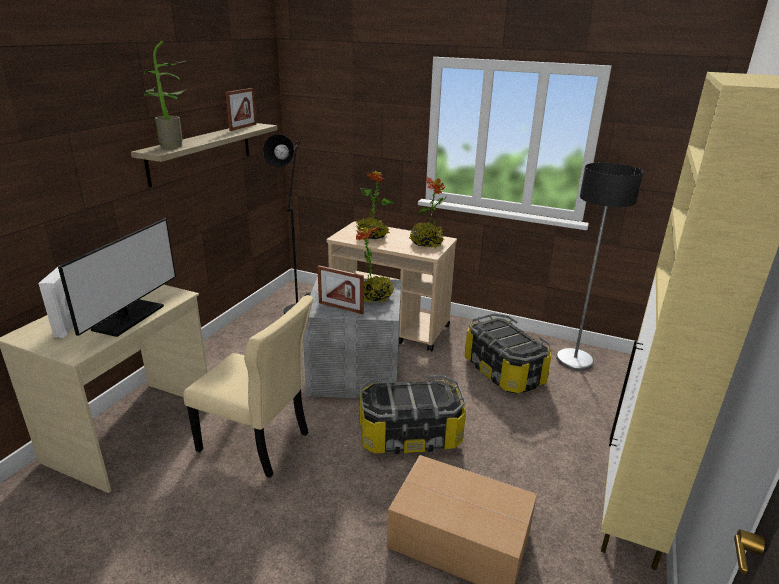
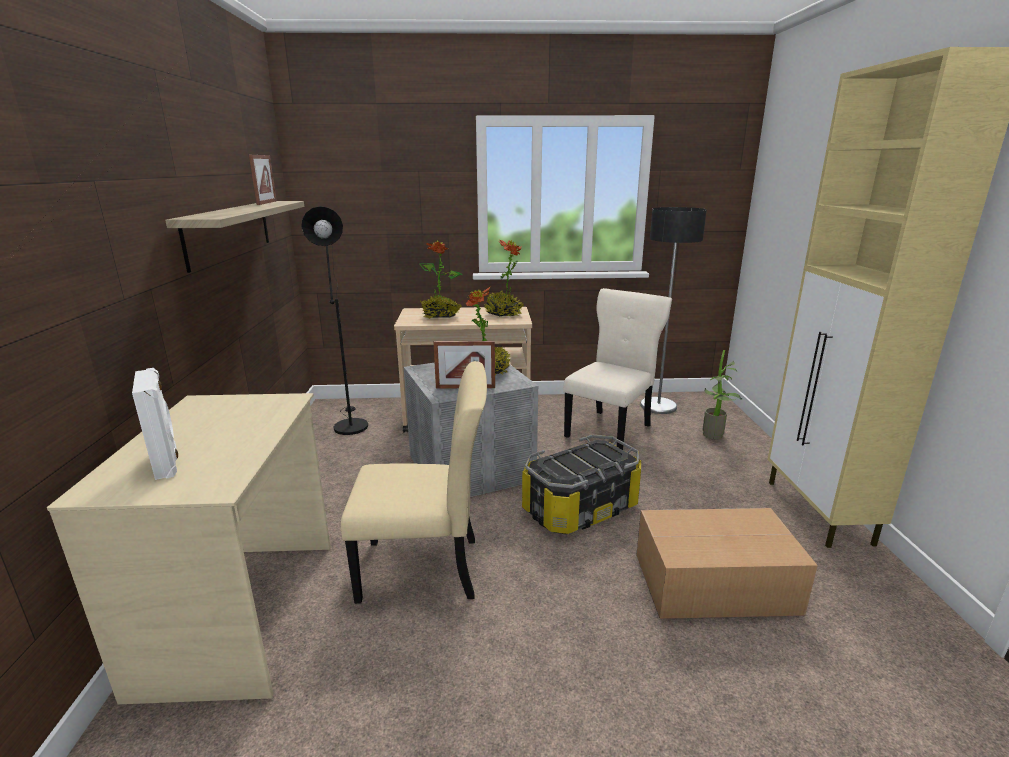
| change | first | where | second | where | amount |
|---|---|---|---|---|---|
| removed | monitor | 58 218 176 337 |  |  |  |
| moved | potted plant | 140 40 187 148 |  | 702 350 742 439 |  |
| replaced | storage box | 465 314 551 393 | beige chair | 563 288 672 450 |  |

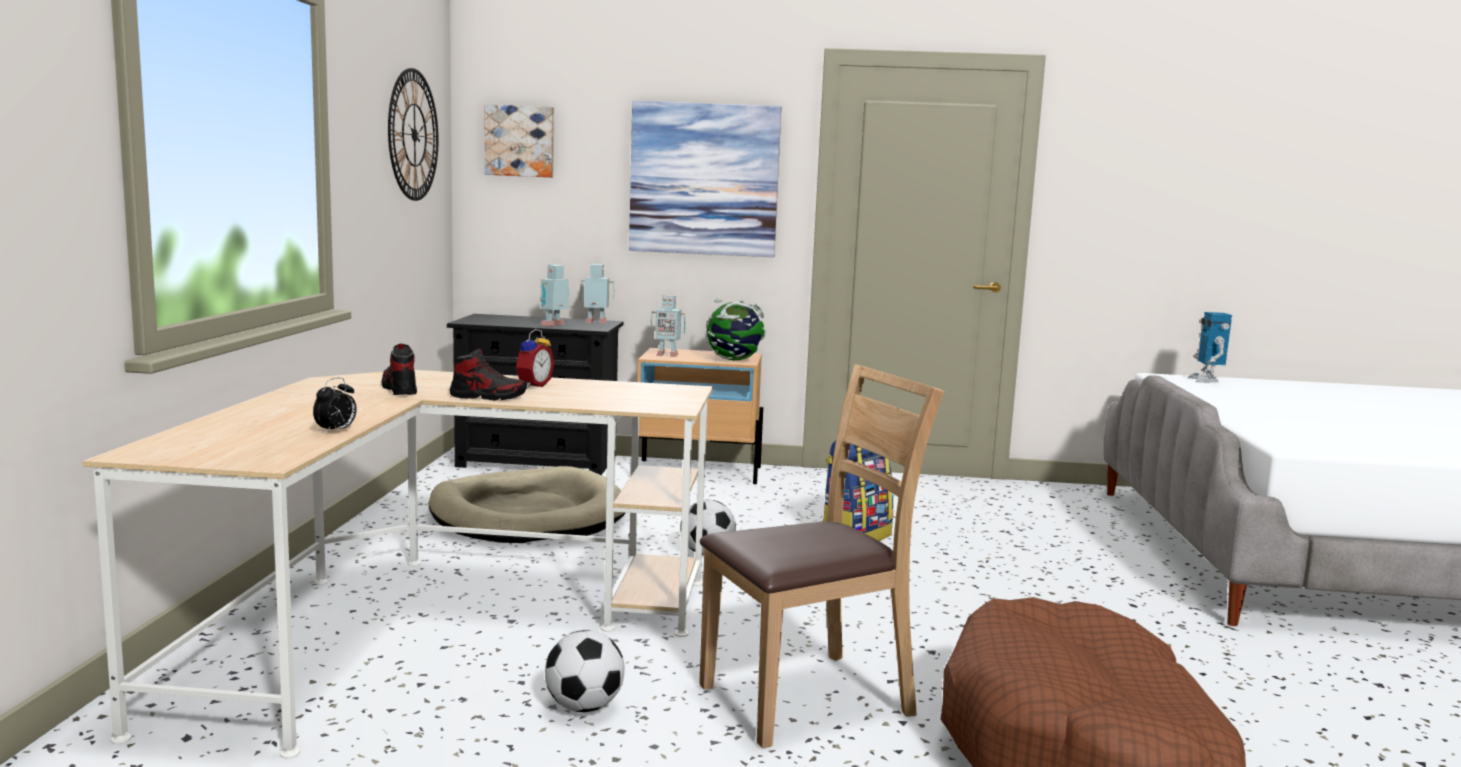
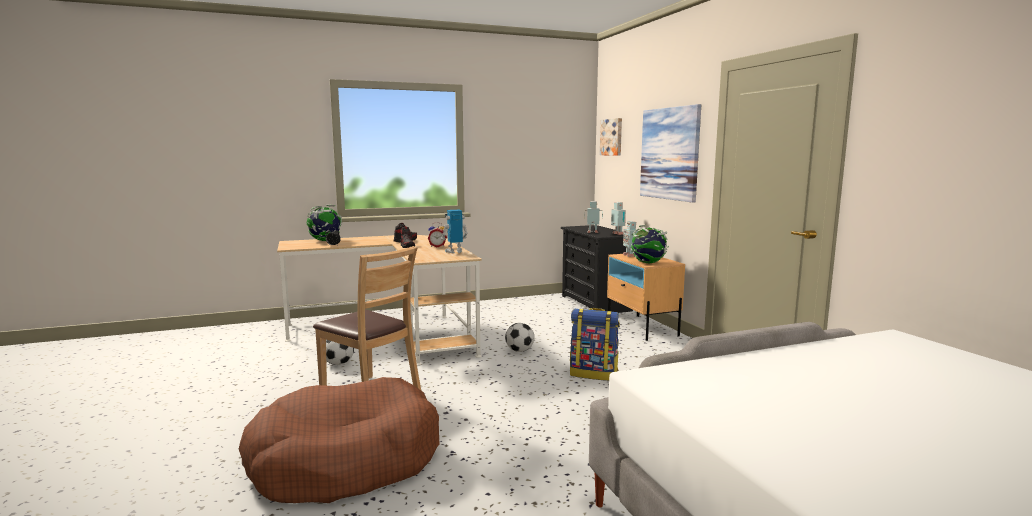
| change | first | where | second | where | amount |
|---|---|---|---|---|---|
| removed | wall clock | 388 68 439 201 |  |  |  |
| removed | beige dog bed | 429 466 626 543 |  |  |  |
| moved | toy robot | 1187 312 1232 383 |  | 441 210 468 254 |  |
| added |  |  | globe | 307 205 342 241 |  |

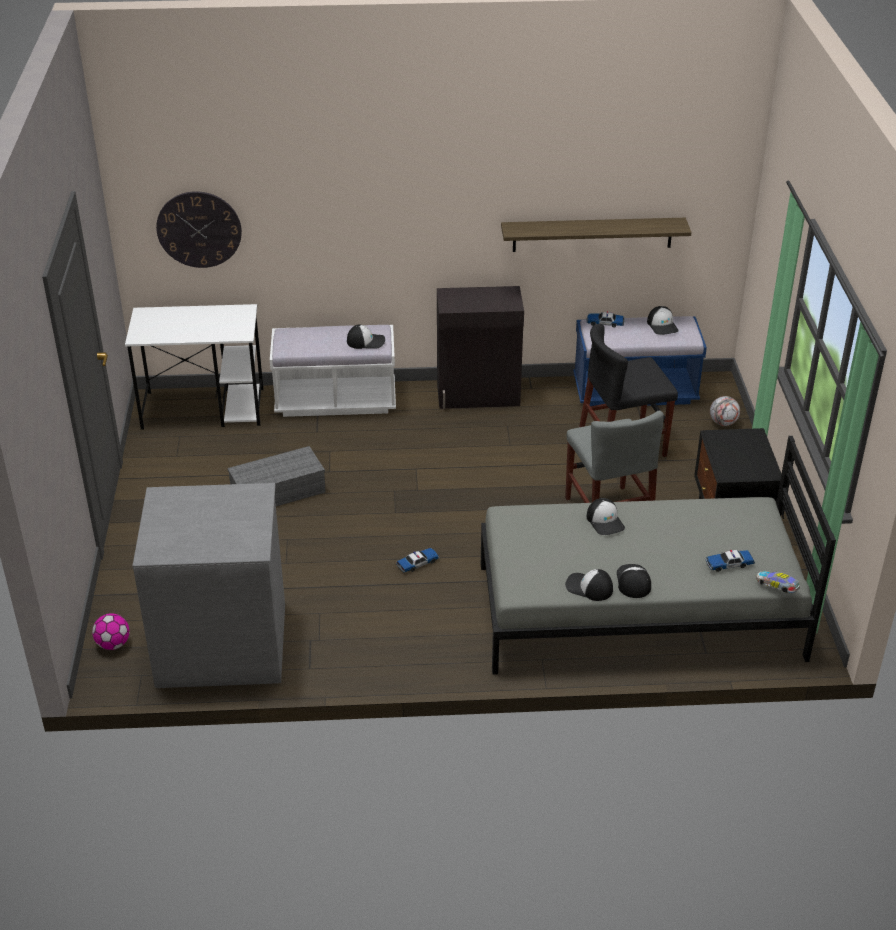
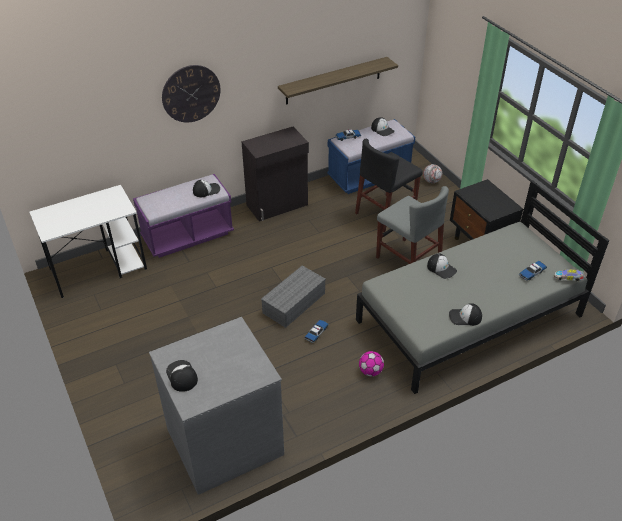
| change | first | where | second | where | amount |
|---|---|---|---|---|---|
| moved | football | 92 613 130 650 |  | 359 351 384 376 |  |
| moved | wall clock | 156 191 242 268 |  | 162 65 221 122 |  |
| moved | grey storage box | 228 446 326 506 |  | 261 266 326 328 |  |
| recoloured | white bench | 270 325 396 417 | purple bench | 133 174 234 258 |  |
| moved | cap | 617 564 651 598 |  | 166 360 198 392 |  |

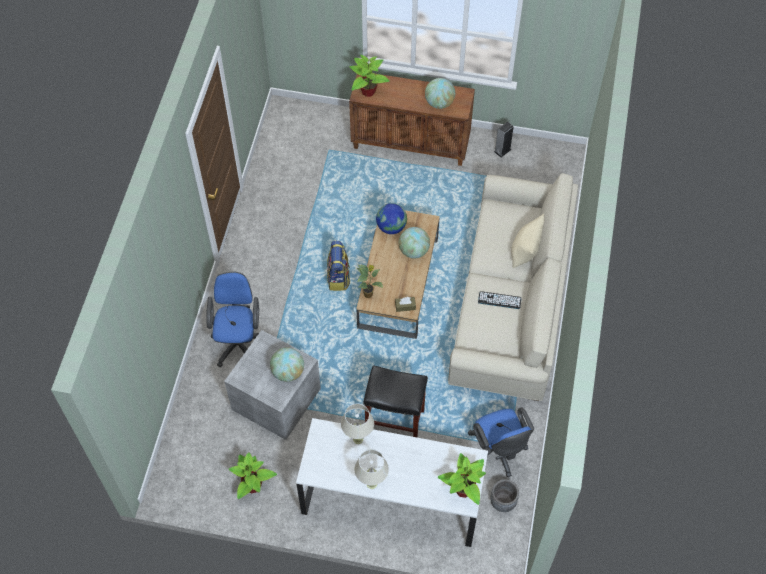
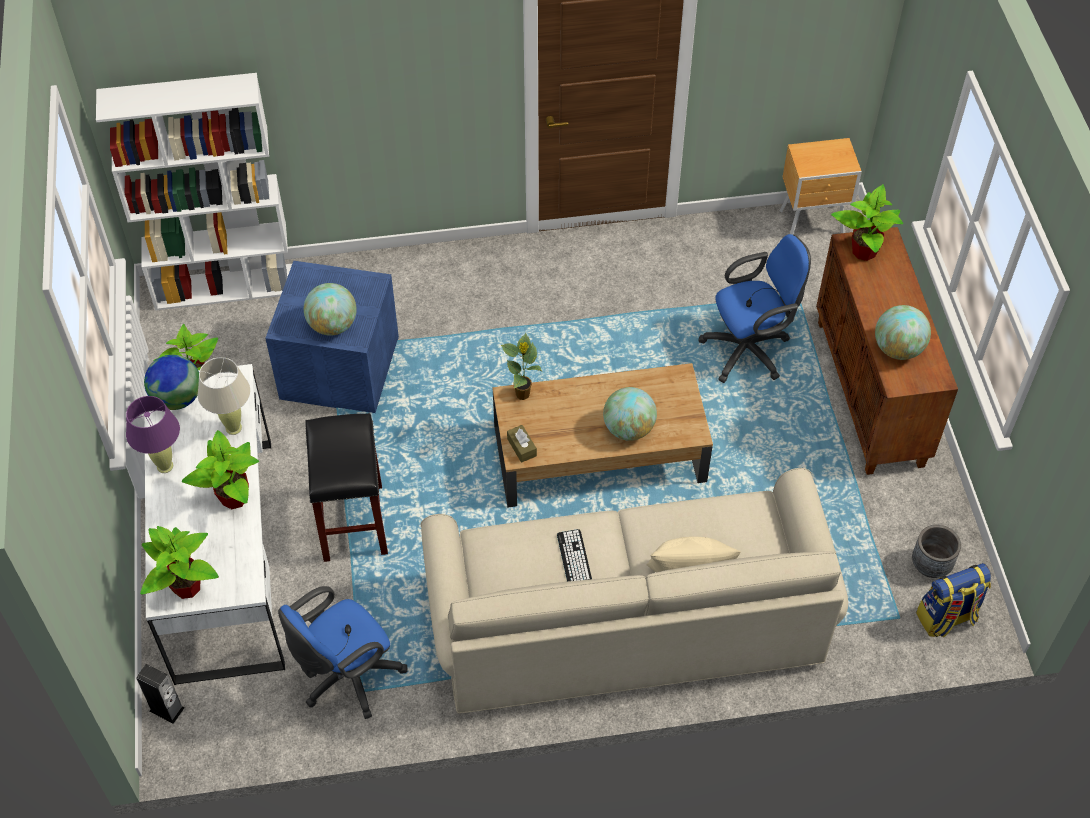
| change | first | where | second | where | amount |
|---|---|---|---|---|---|
| moved | blue office chair | 206 272 259 367 |  | 698 234 811 383 |  |
| recoloured | grey storage box | 224 330 321 440 | blue storage box | 265 261 399 413 |  |
| moved | backpack | 327 241 350 291 |  | 916 563 991 637 |  |
| recoloured | beige table lamp | 354 449 389 489 | purple table lamp | 126 396 180 473 |  |
| moved | globe | 376 203 407 234 |  | 144 355 199 410 |  |
| moved | grey planter | 490 479 519 512 |  | 912 525 961 578 |  |
| moved | speaker | 494 122 514 158 |  | 136 664 185 724 |  |
| added |  |  | white bookcase | 96 73 292 311 |  |
| added |  |  | potted plant | 182 430 259 509 |  |
| added |  |  | brown nightstand | 780 138 862 235 |  |

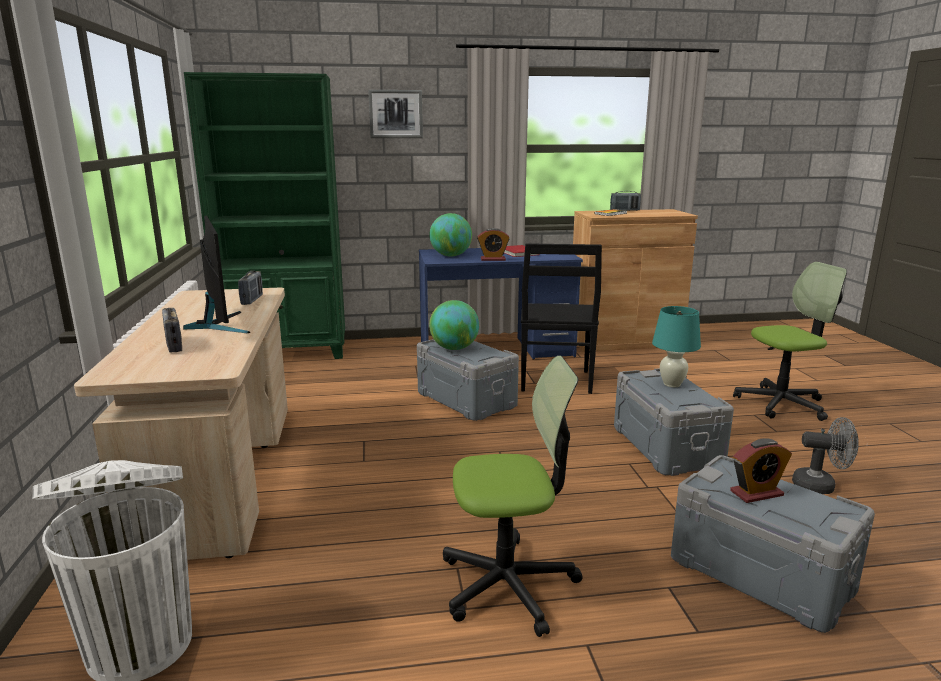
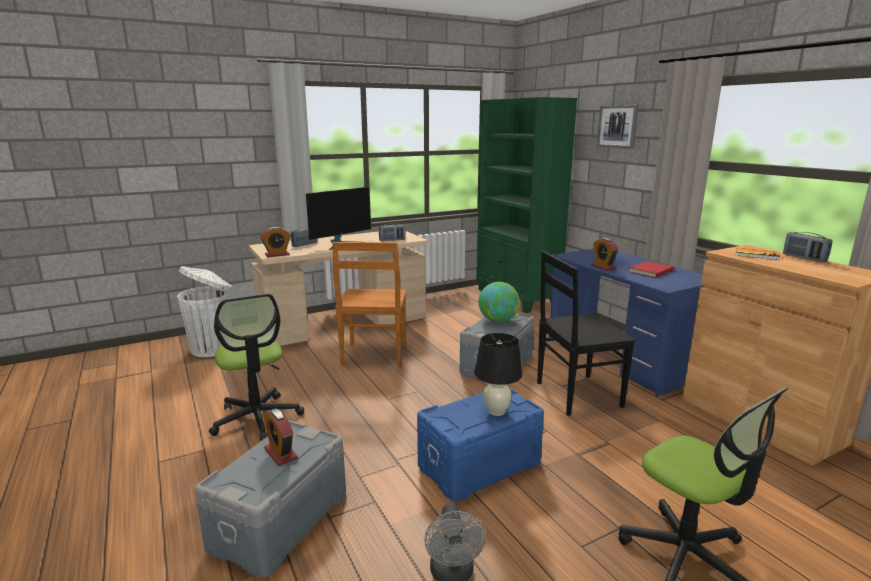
| change | first | where | second | where | amount |
|---|---|---|---|---|---|
| removed | globe | 429 213 472 257 |  |  |  |
| recoloured | grey storage box | 614 368 734 476 | blue storage box | 417 388 544 501 |  |
| recoloured | turquoise table lamp | 652 306 701 387 | black table lamp | 475 333 522 416 |  |
| added |  |  | alarm clock | 260 227 291 257 |  |
| added |  |  | brown chair | 332 242 406 367 |  |

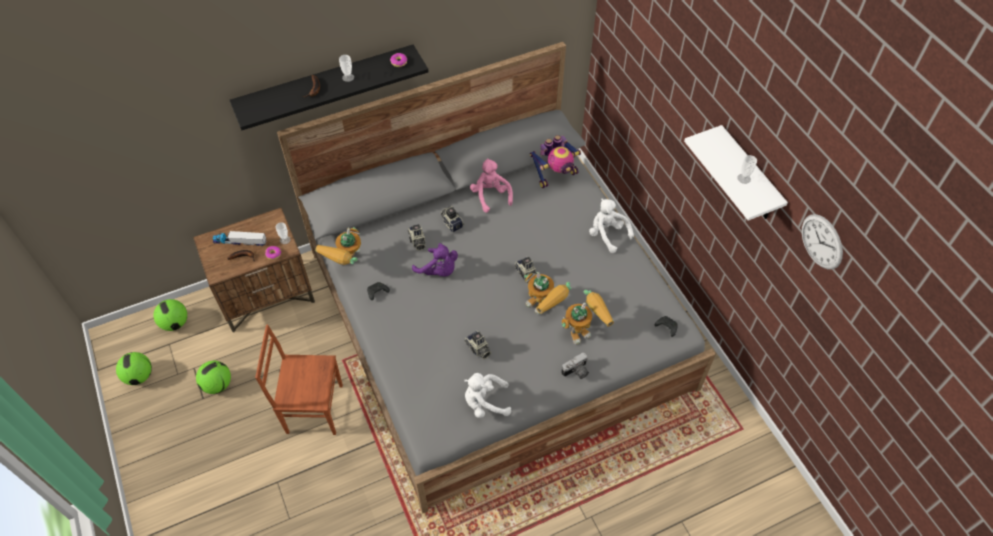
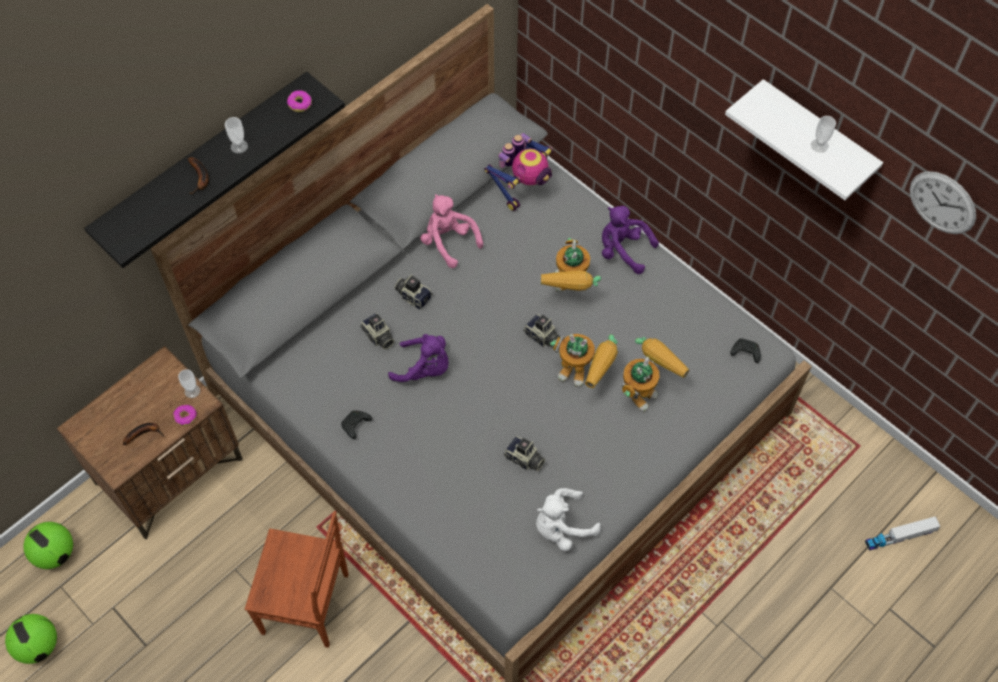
| change | first | where | second | where | amount |
|---|---|---|---|---|---|
| removed | football | 196 361 231 394 |  |  |  |
| moved | toy truck | 213 231 266 246 |  | 865 516 941 550 |  |
| turned | brown chair | 255 325 343 435 |  | 245 511 349 648 | 150 degrees counterclockwise |
| moved | toy robot | 315 227 361 265 |  | 541 238 601 293 |  |
| removed | photo camera | 561 352 589 379 |  |  |  |
| recoloured | white plush toy | 589 199 634 253 | purple plush toy | 602 206 659 274 |  |

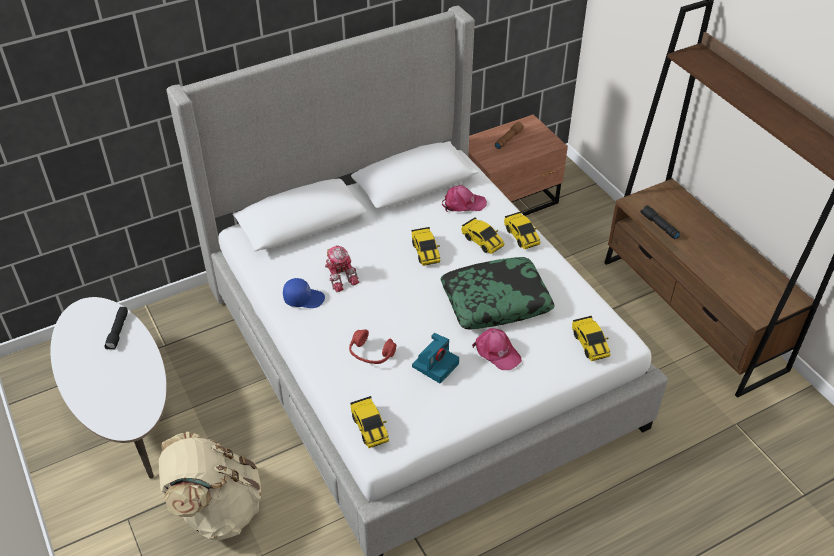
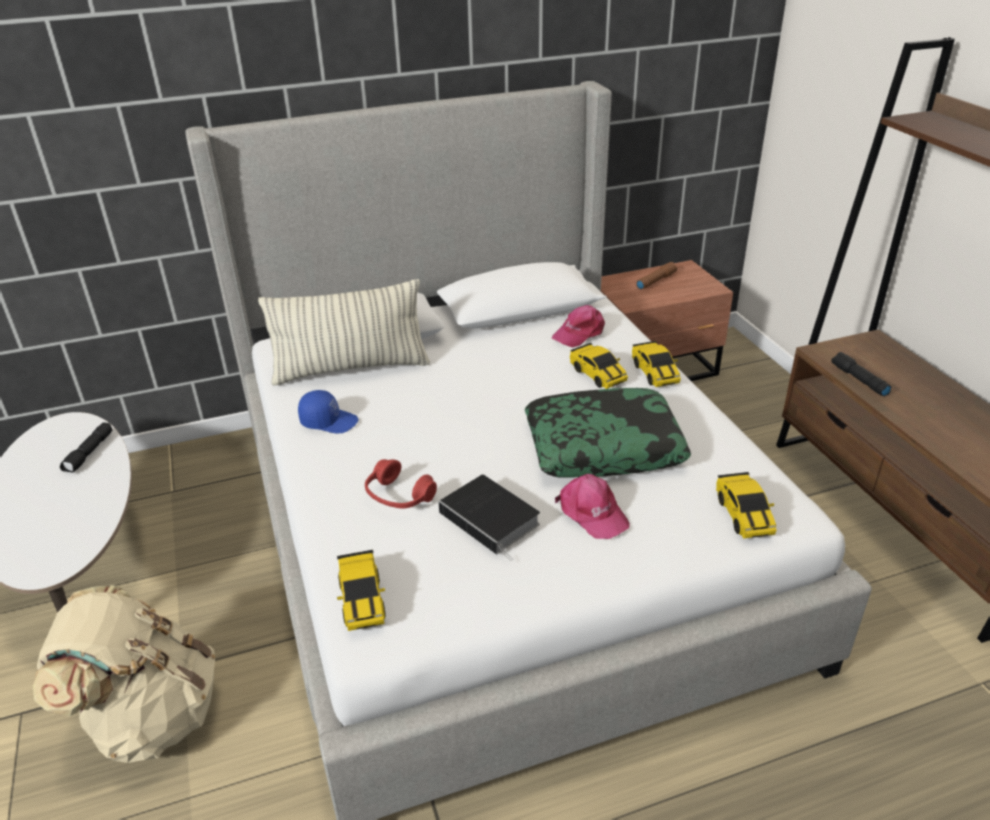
| change | first | where | second | where | amount |
|---|---|---|---|---|---|
| removed | toy robot | 325 245 359 293 |  |  |  |
| removed | toy car | 411 227 440 266 |  |  |  |
| replaced | photo camera | 412 333 459 384 | book | 439 475 540 561 |  |
| turned | pink cap | 442 185 487 212 |  | 552 305 605 348 | 135 degrees clockwise |
| added |  |  | pillow | 258 279 430 386 |  |

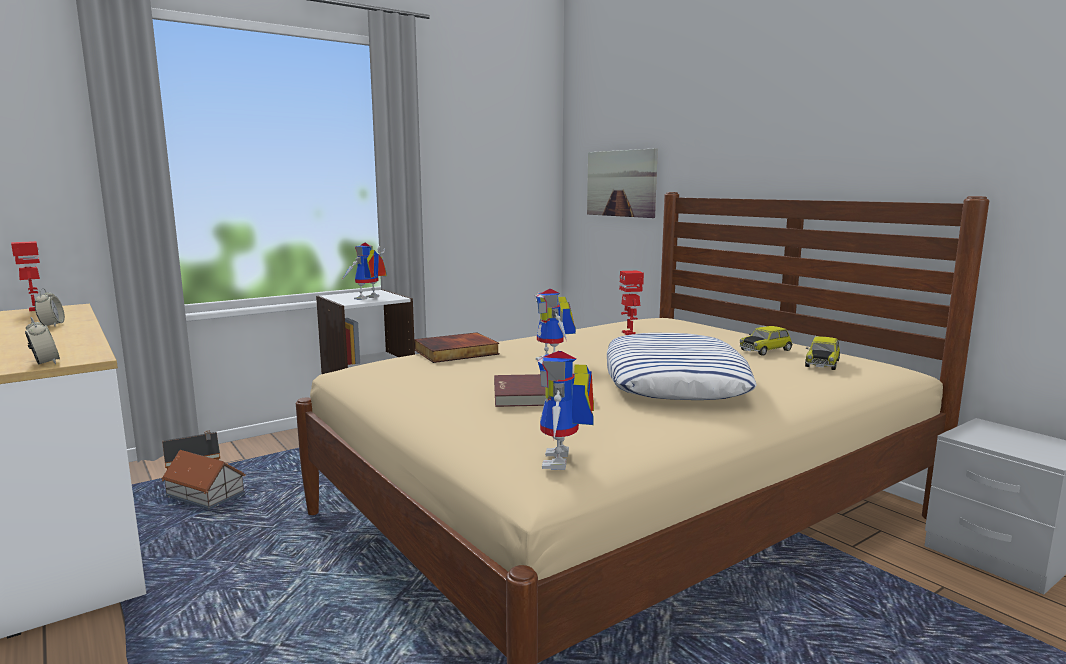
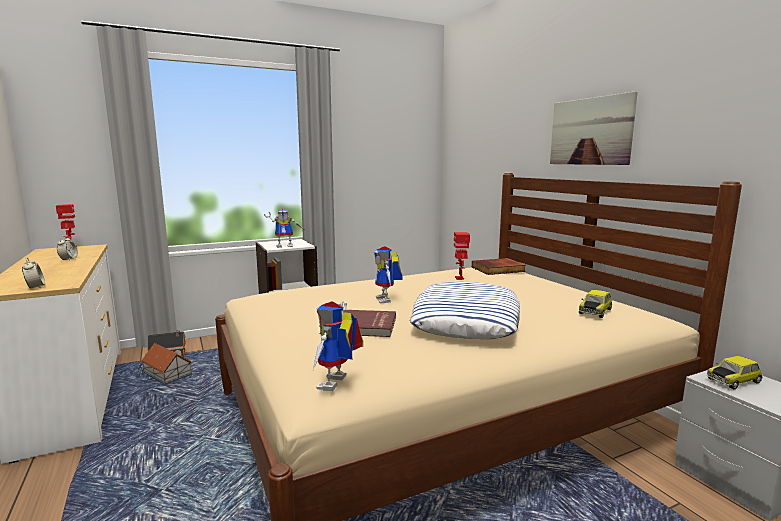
| change | first | where | second | where | amount |
|---|---|---|---|---|---|
| turned | toy robot | 343 242 387 300 |  | 264 208 305 247 | 150 degrees counterclockwise |
| moved | book | 414 332 500 363 |  | 472 258 526 275 |  |
| moved | picture | 587 148 658 218 |  | 550 91 638 165 |  |
| moved | toy car | 739 326 793 356 |  | 707 356 763 389 |  |

